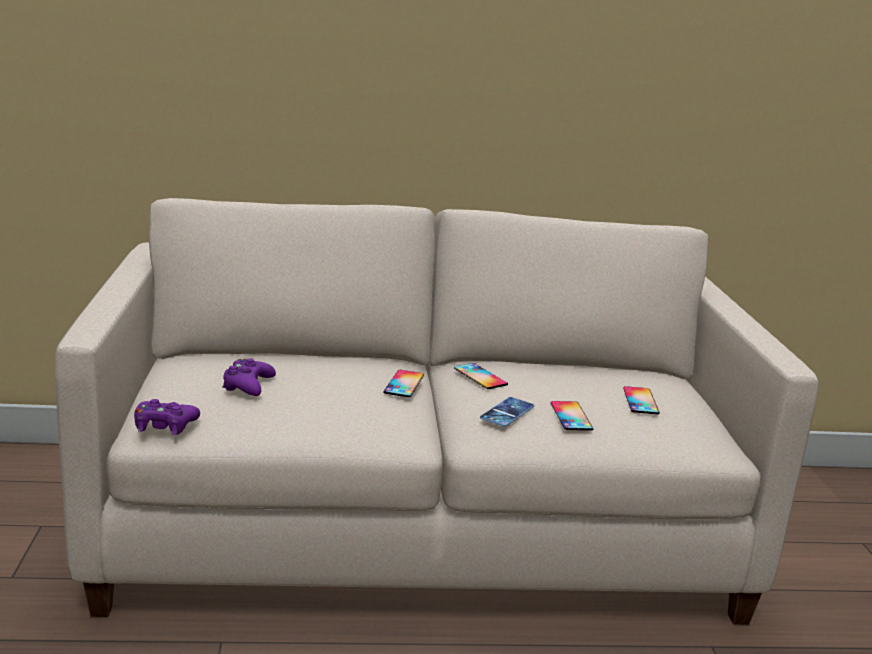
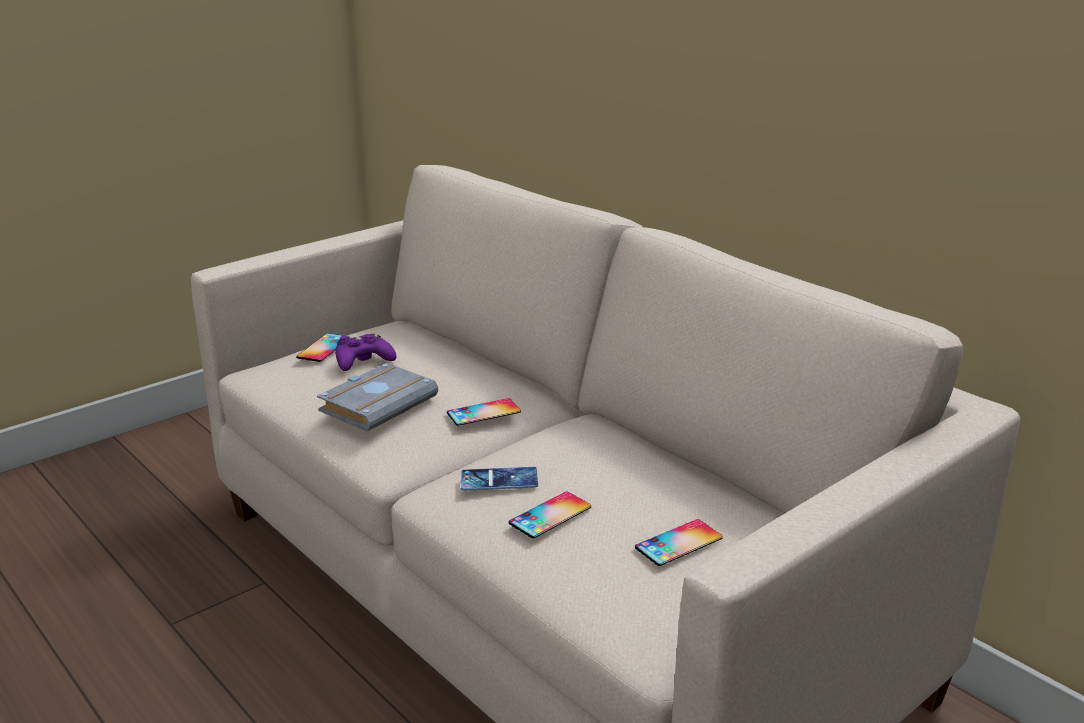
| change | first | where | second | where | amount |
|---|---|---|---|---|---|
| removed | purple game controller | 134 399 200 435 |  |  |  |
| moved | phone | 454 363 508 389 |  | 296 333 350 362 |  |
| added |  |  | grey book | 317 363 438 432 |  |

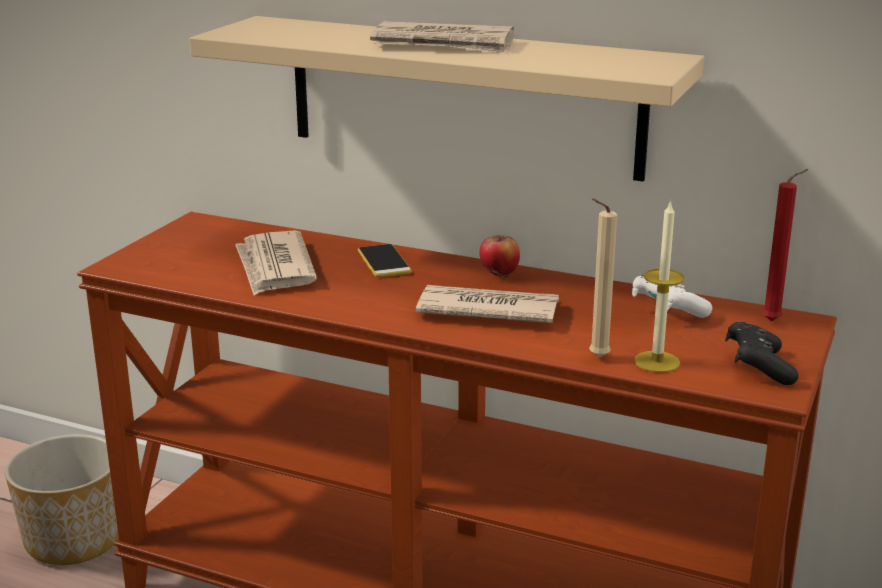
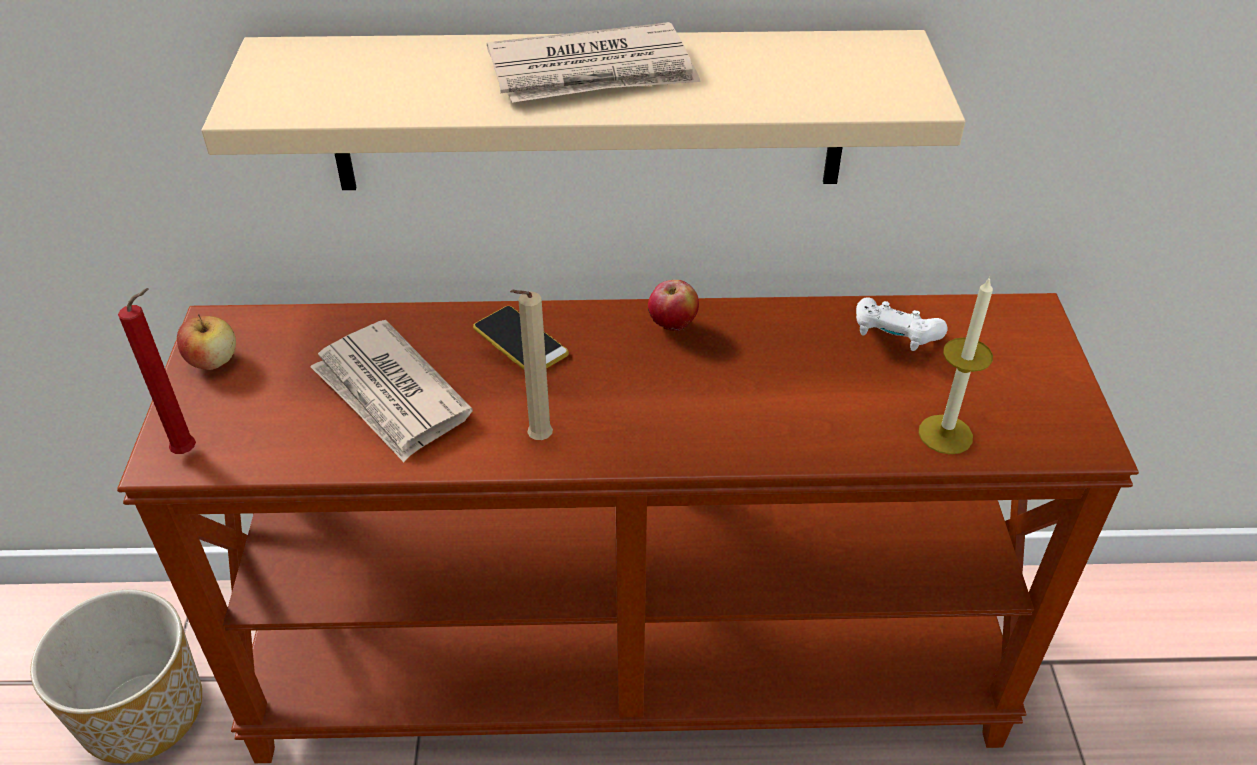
| change | first | where | second | where | amount |
|---|---|---|---|---|---|
| removed | newspaper | 416 285 559 323 |  |  |  |
| moved | beige candle | 589 198 617 358 |  | 510 290 553 440 |  |
| removed | black game controller | 725 322 798 385 |  |  |  |
| moved | red candle | 762 169 809 321 |  | 118 288 196 454 |  |
| added |  |  | apple | 177 314 236 370 |  |

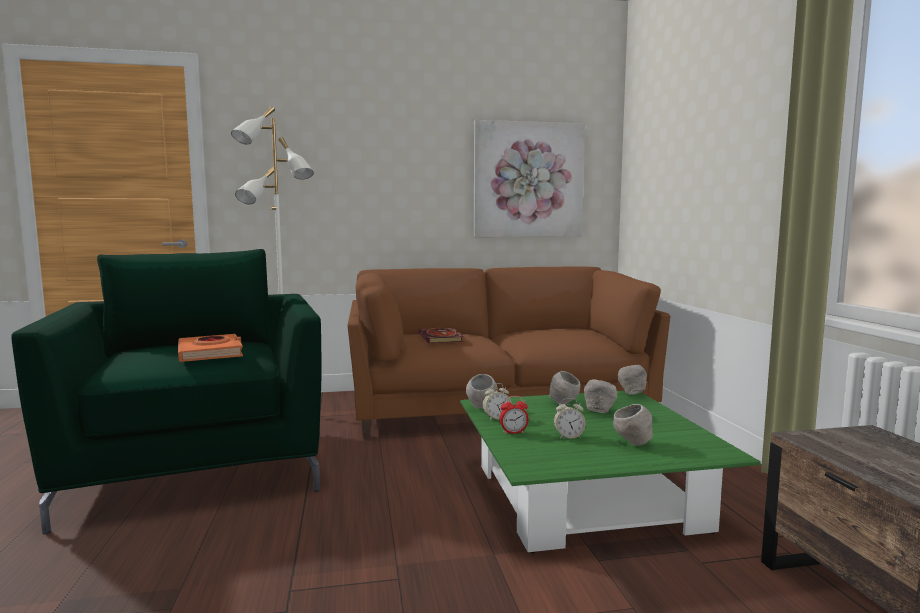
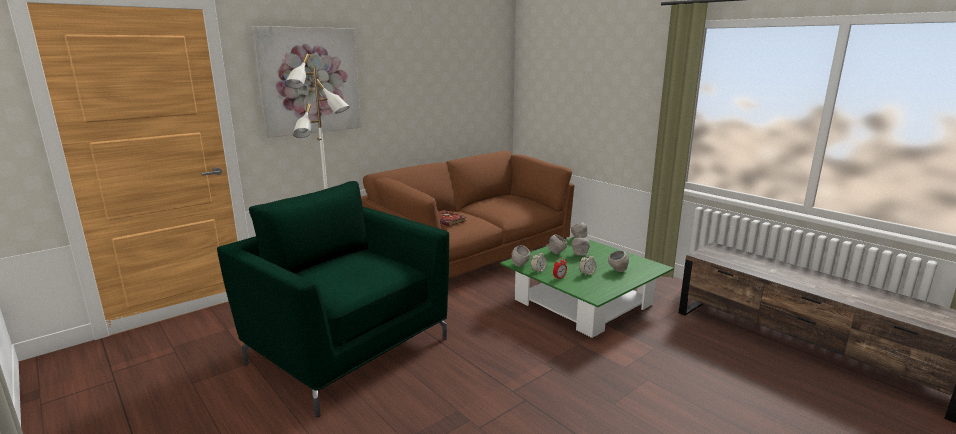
| change | first | where | second | where | amount |
|---|---|---|---|---|---|
| removed | orange book | 178 334 243 362 |  |  |  |
| moved | picture | 474 120 585 237 |  | 251 26 361 138 |  |

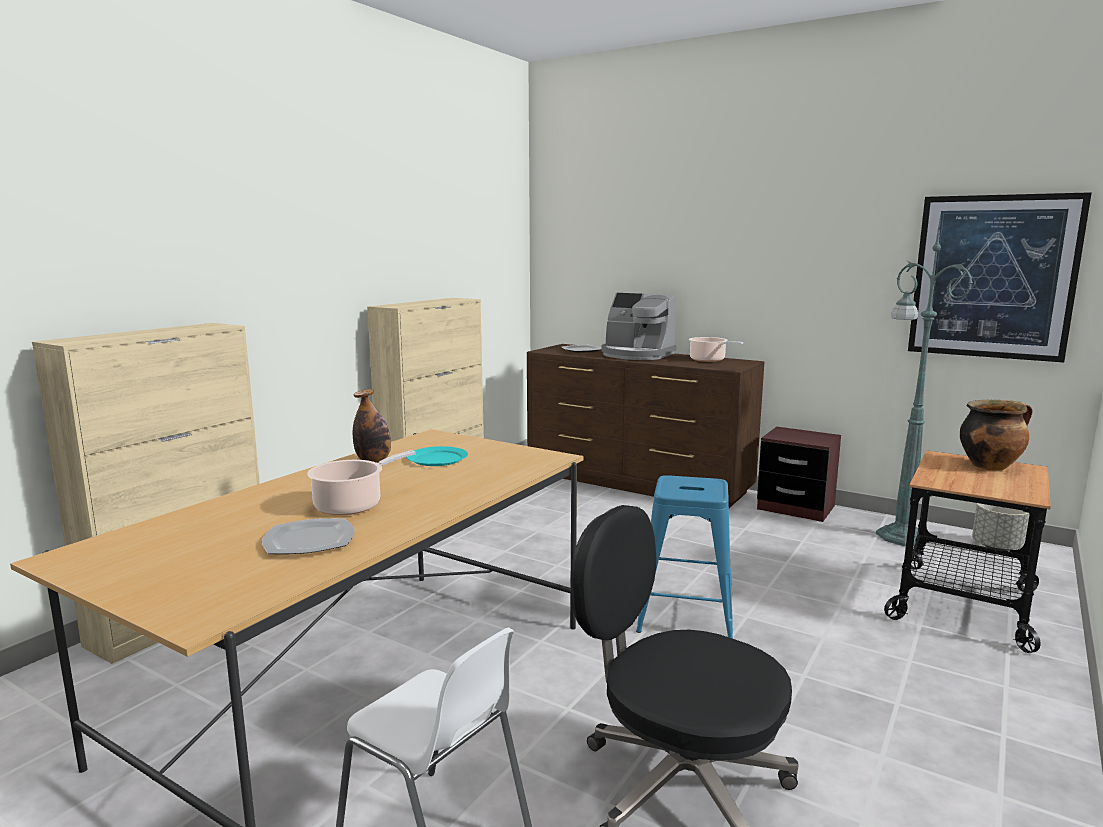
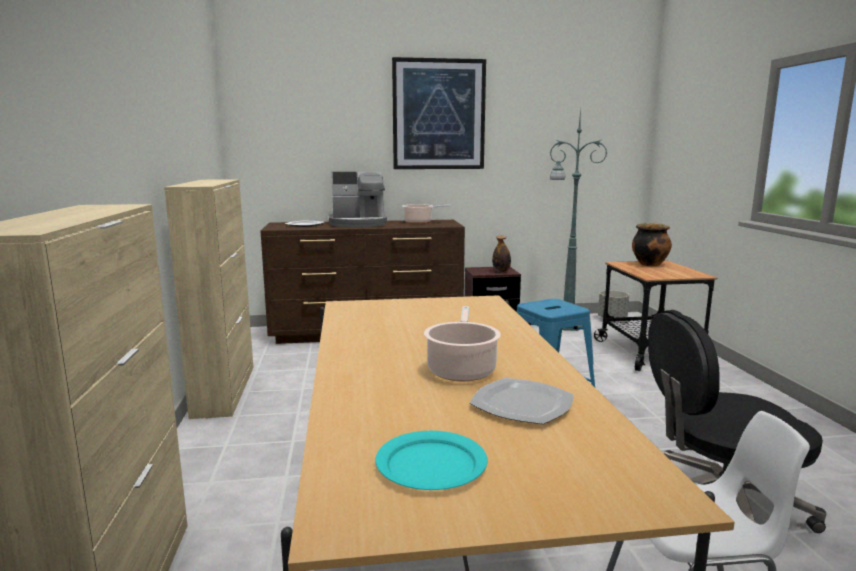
| change | first | where | second | where | amount |
|---|---|---|---|---|---|
| moved | bottle | 353 389 391 462 |  | 492 236 511 272 |  |
| moved | turquoise plate | 406 446 468 466 |  | 375 431 488 490 |  |
| moved | picture | 908 192 1092 362 |  | 392 57 486 169 |  |

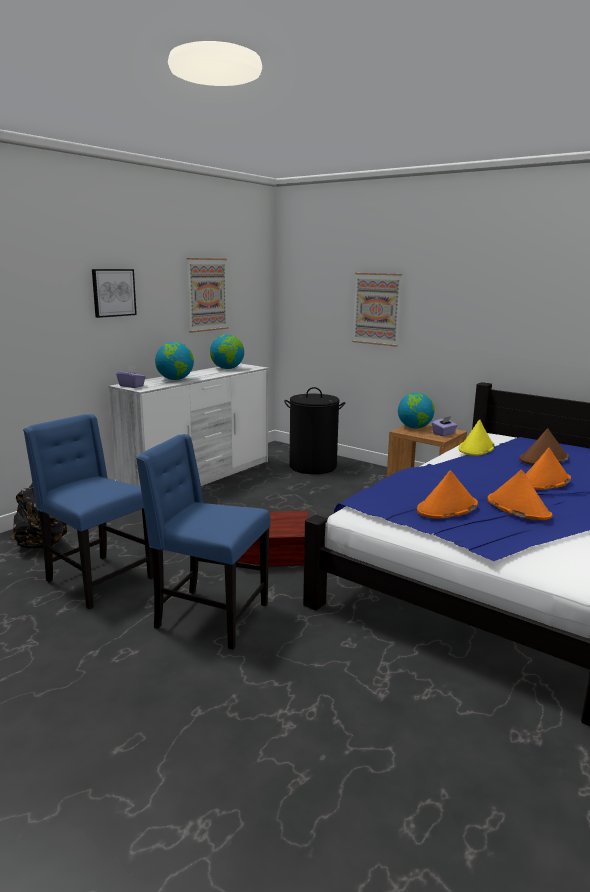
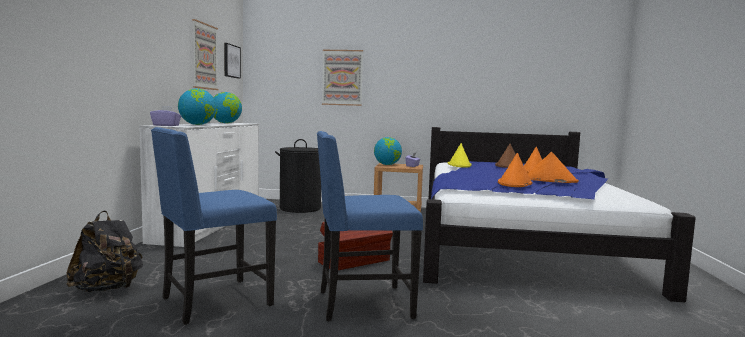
| change | first | where | second | where | amount |
|---|---|---|---|---|---|
| turned | blue chair | 23 414 153 609 |  | 151 127 277 325 | 45 degrees counterclockwise |
| moved | picture | 92 269 137 318 |  | 224 43 241 79 |  |

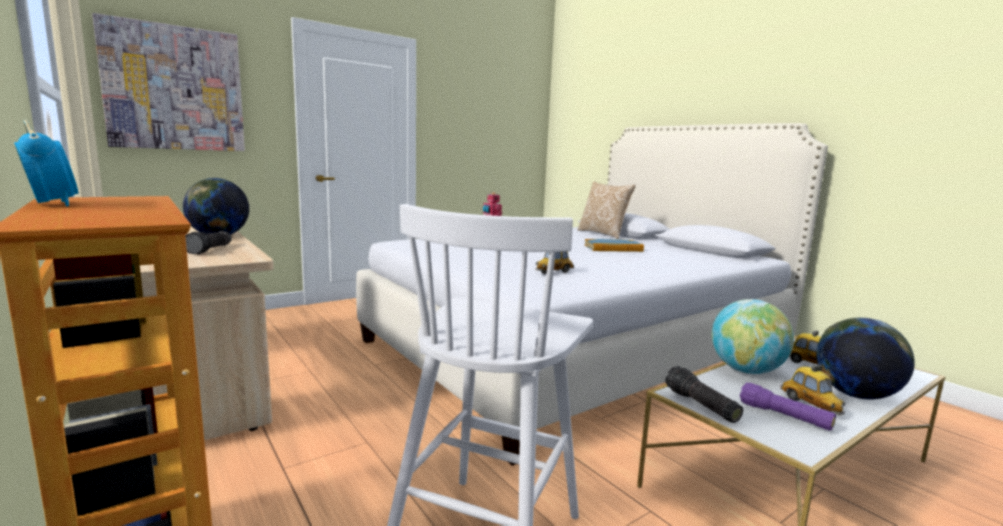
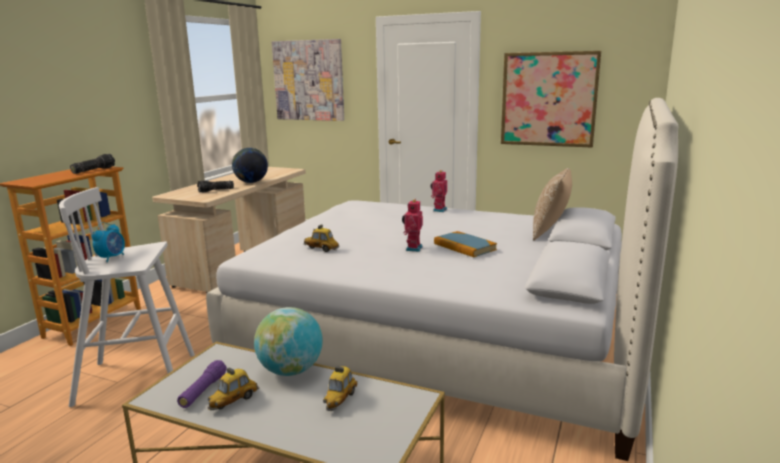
| change | first | where | second | where | amount |
|---|---|---|---|---|---|
| moved | alarm clock | 14 120 78 206 |  | 92 222 125 262 |  |
| moved | flashlight | 665 366 743 423 |  | 70 154 115 174 |  |
| removed | globe | 816 318 915 399 |  |  |  |
| added |  |  | toy robot | 402 199 423 252 |  |
| added |  |  | picture | 501 51 601 148 |  |

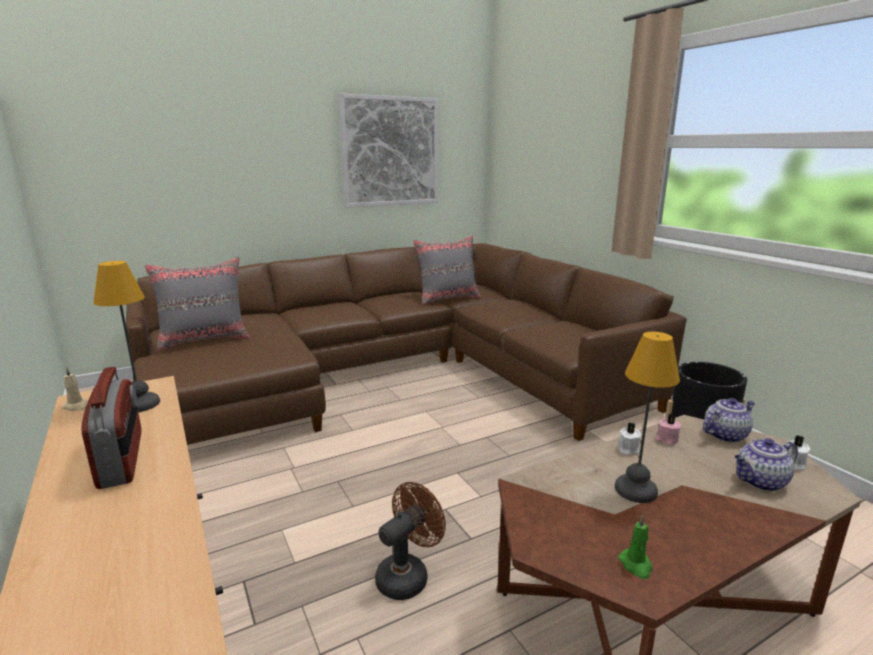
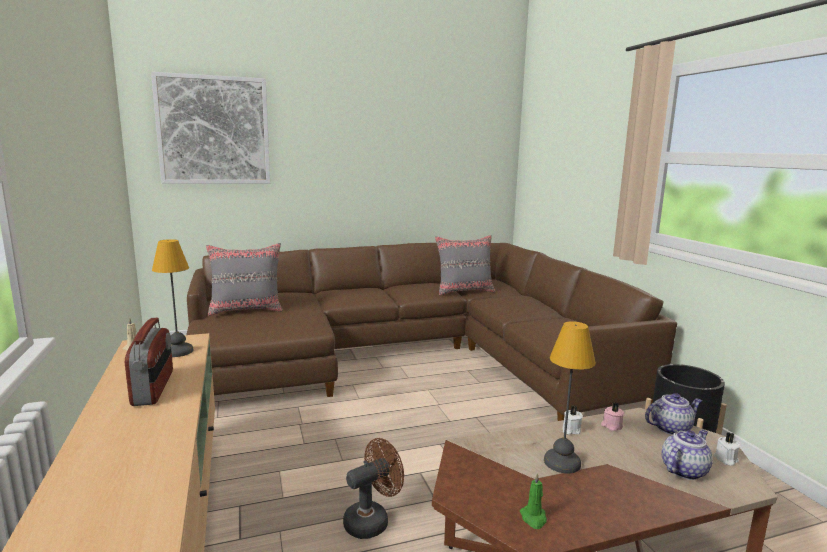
| change | first | where | second | where | amount |
|---|---|---|---|---|---|
| moved | picture | 338 93 438 208 |  | 151 72 270 184 |  |
| turned | teapot | 735 439 798 491 |  | 662 430 713 480 | 150 degrees clockwise |

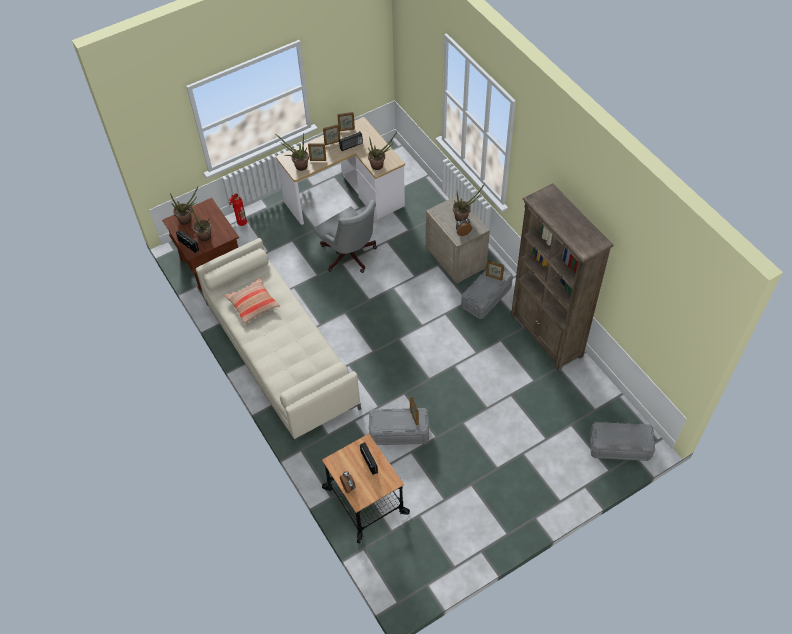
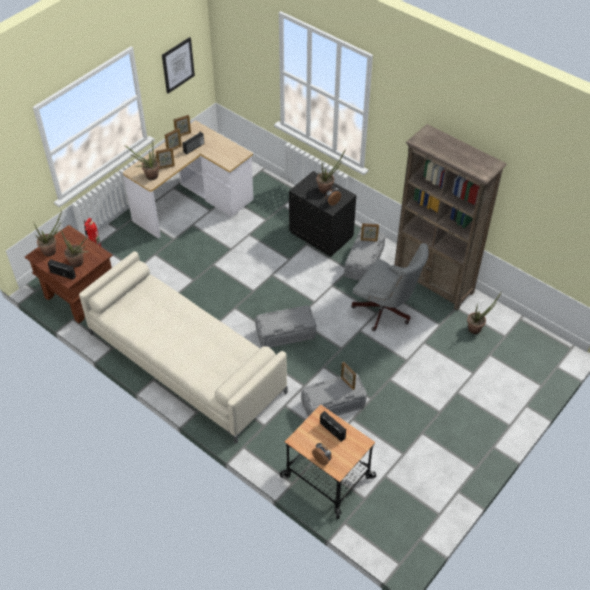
| change | first | where | second | where | amount |
|---|---|---|---|---|---|
| removed | pillow | 225 278 280 324 |  |  |  |
| moved | grey office chair | 314 200 377 273 |  | 351 243 429 331 |  |
| moved | potted plant | 368 132 397 170 |  | 467 292 502 334 |  |
| recoloured | beige nightstand | 426 196 490 284 | black nightstand | 289 171 356 257 |  |
| moved | grey storage box | 590 422 655 461 |  | 255 305 316 348 |  |
| added |  |  | picture | 162 37 195 93 |  |

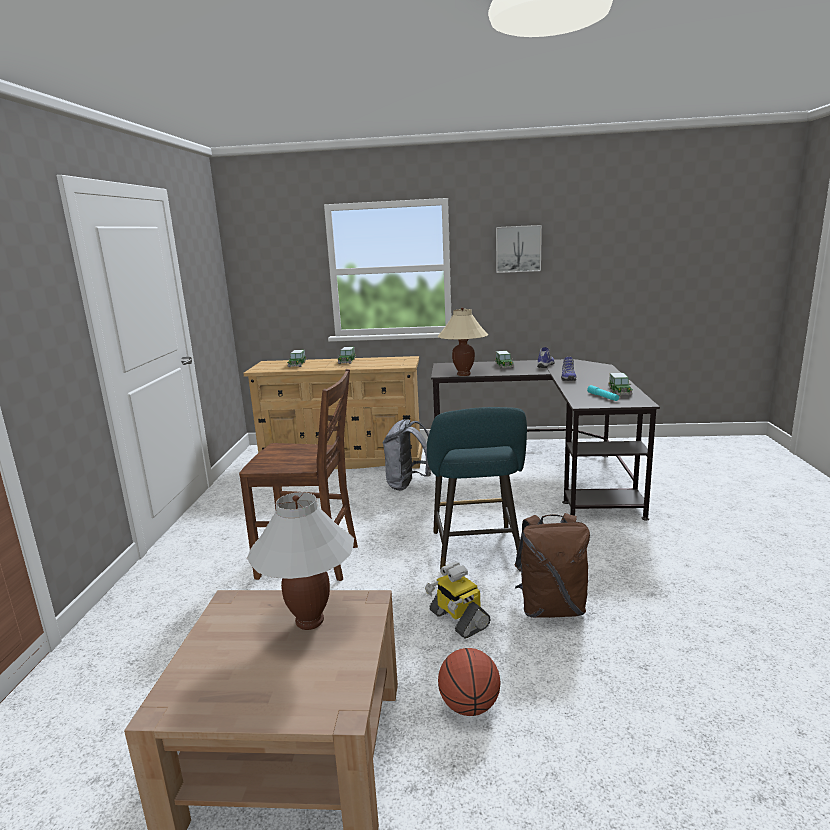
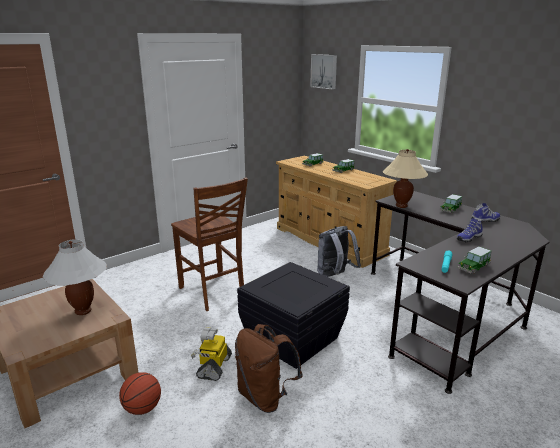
| change | first | where | second | where | amount |
|---|---|---|---|---|---|
| replaced | turquoise stool | 427 407 527 568 | black storage box | 237 262 350 369 |  |
| moved | picture | 496 225 542 273 |  | 310 54 337 90 |  |

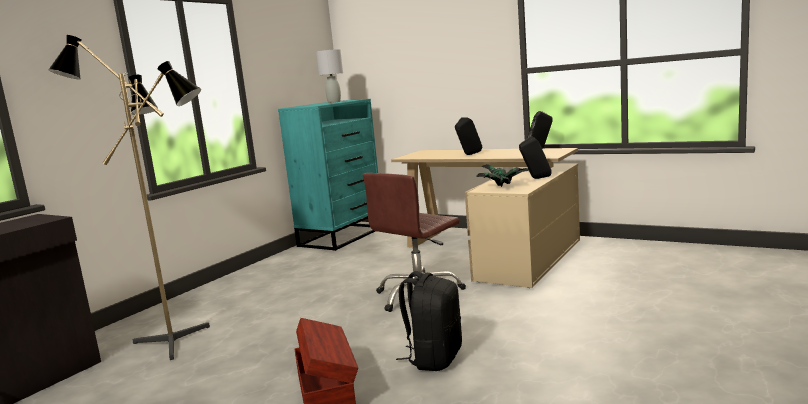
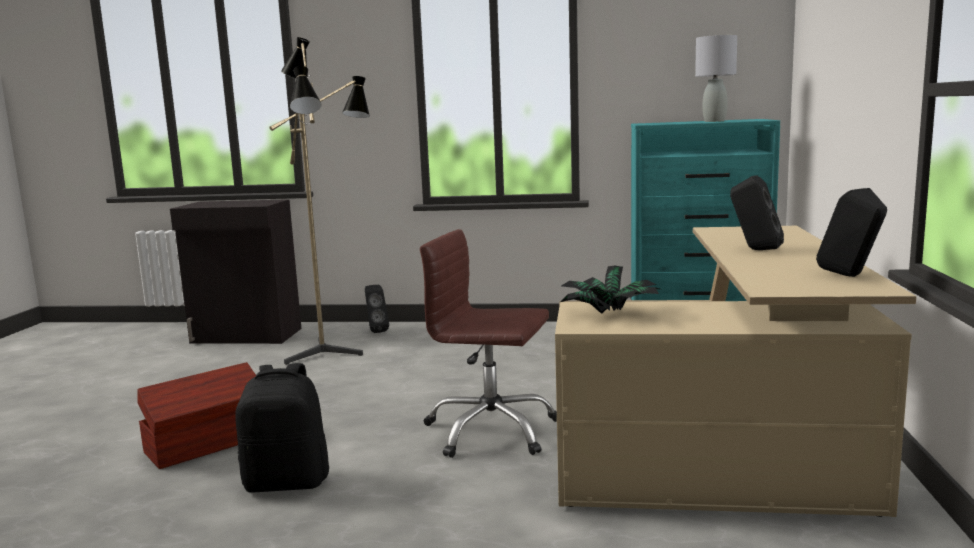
| change | first | where | second | where | amount |
|---|---|---|---|---|---|
| moved | black speaker | 519 136 552 179 |  | 365 285 389 333 |  |

